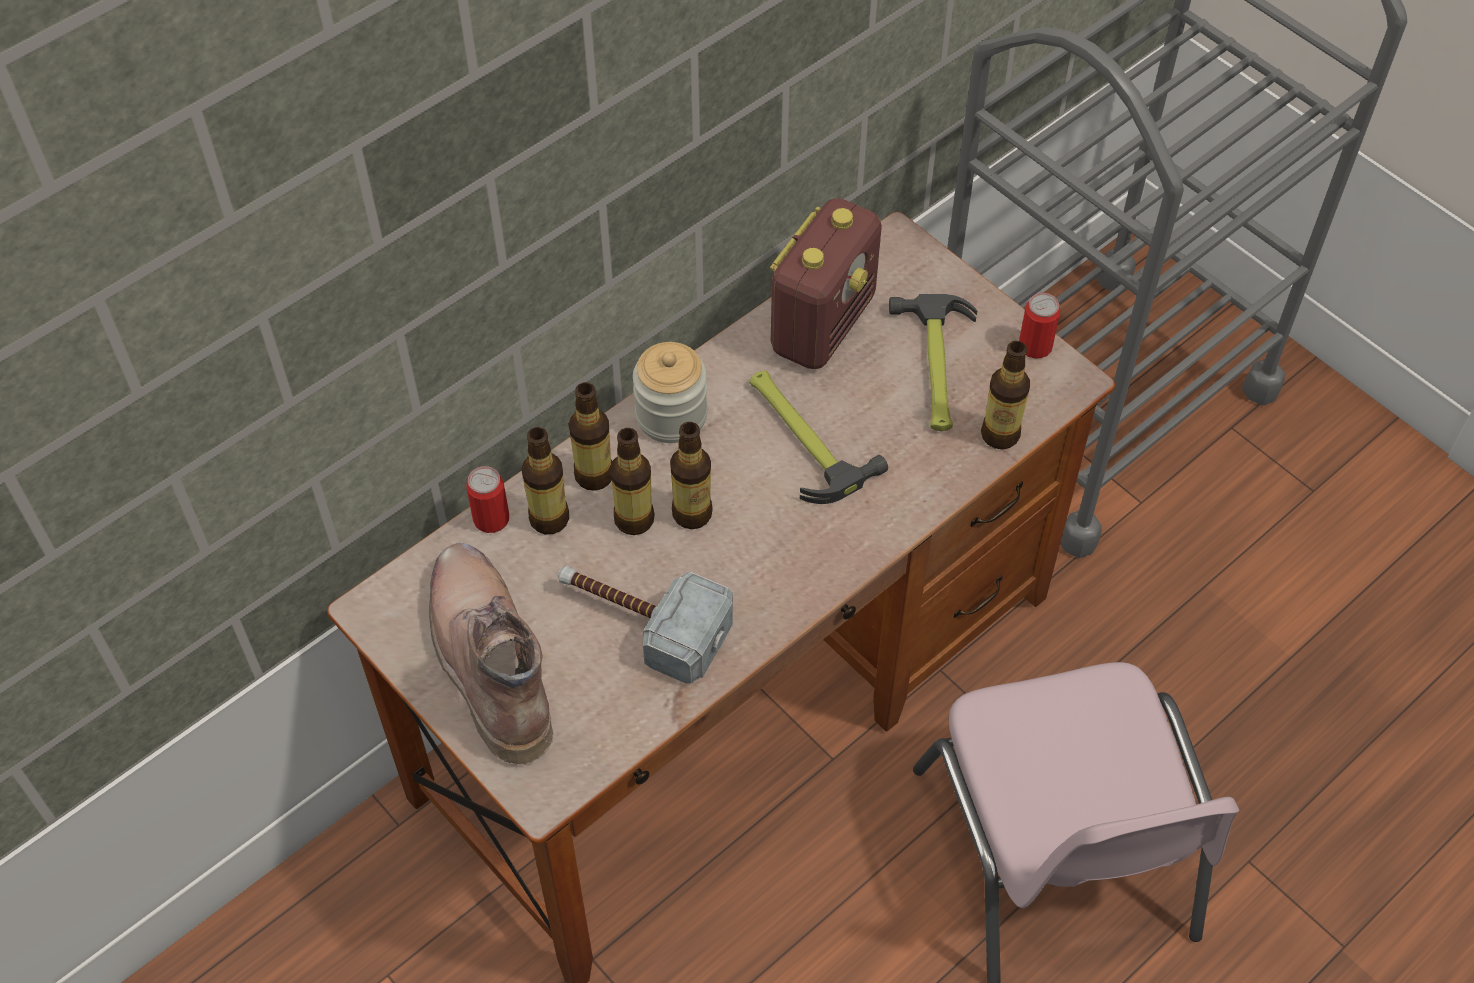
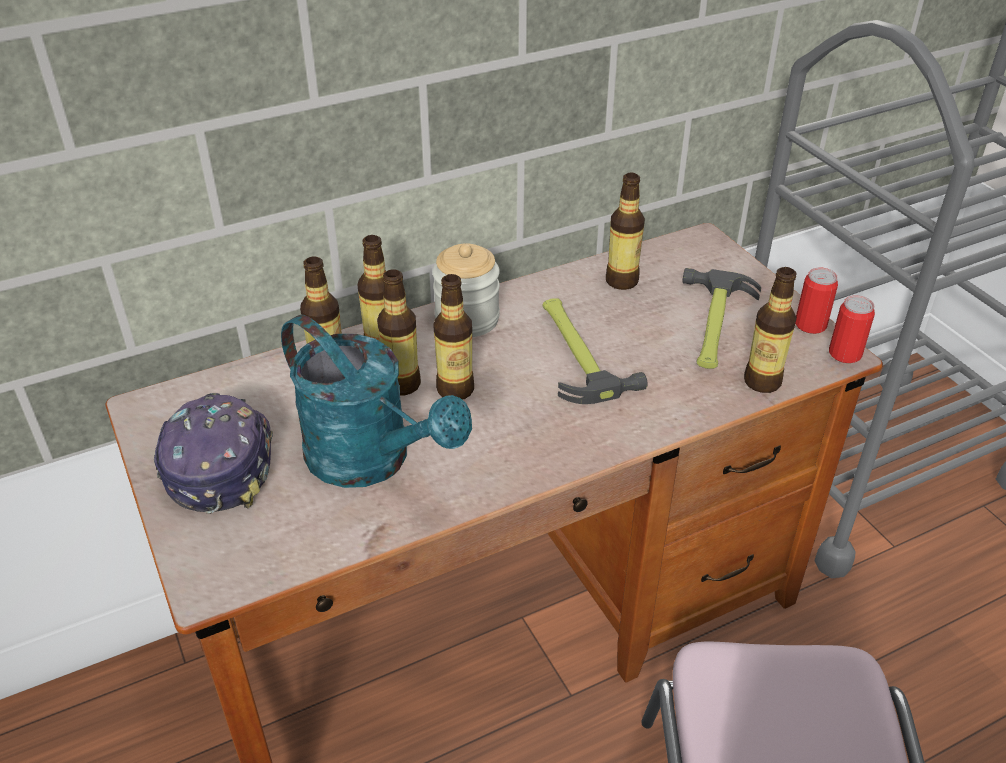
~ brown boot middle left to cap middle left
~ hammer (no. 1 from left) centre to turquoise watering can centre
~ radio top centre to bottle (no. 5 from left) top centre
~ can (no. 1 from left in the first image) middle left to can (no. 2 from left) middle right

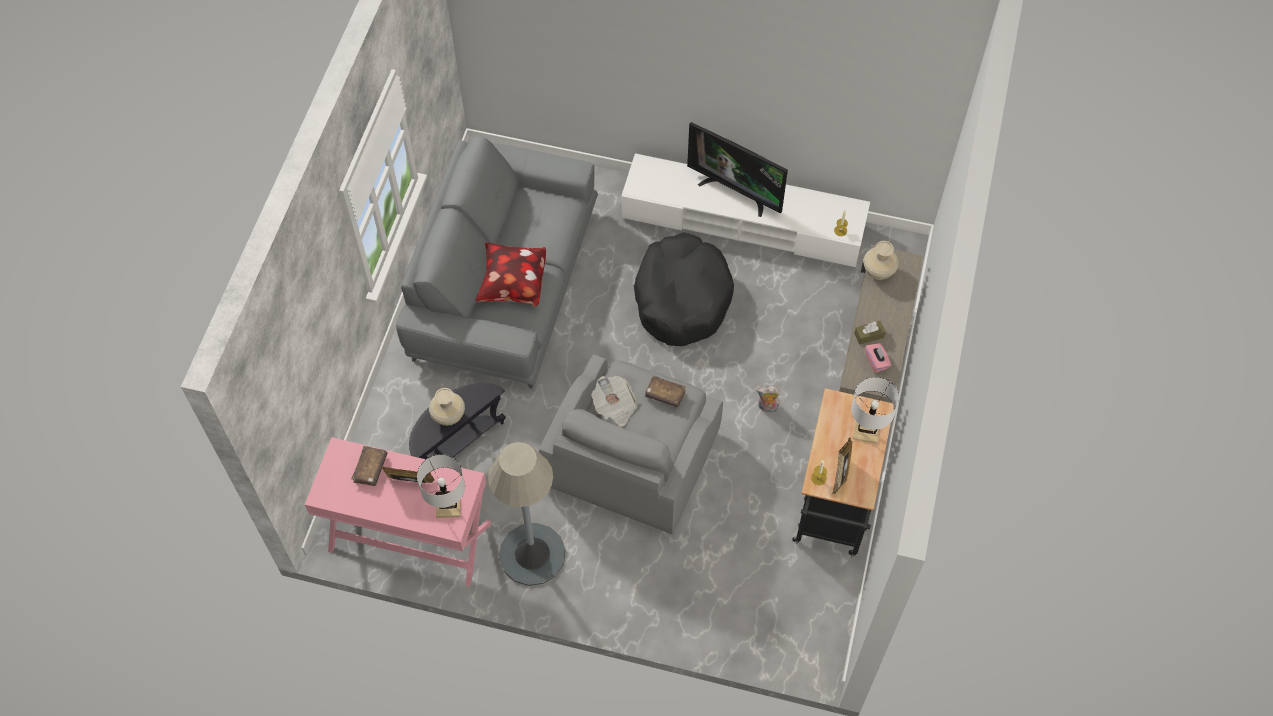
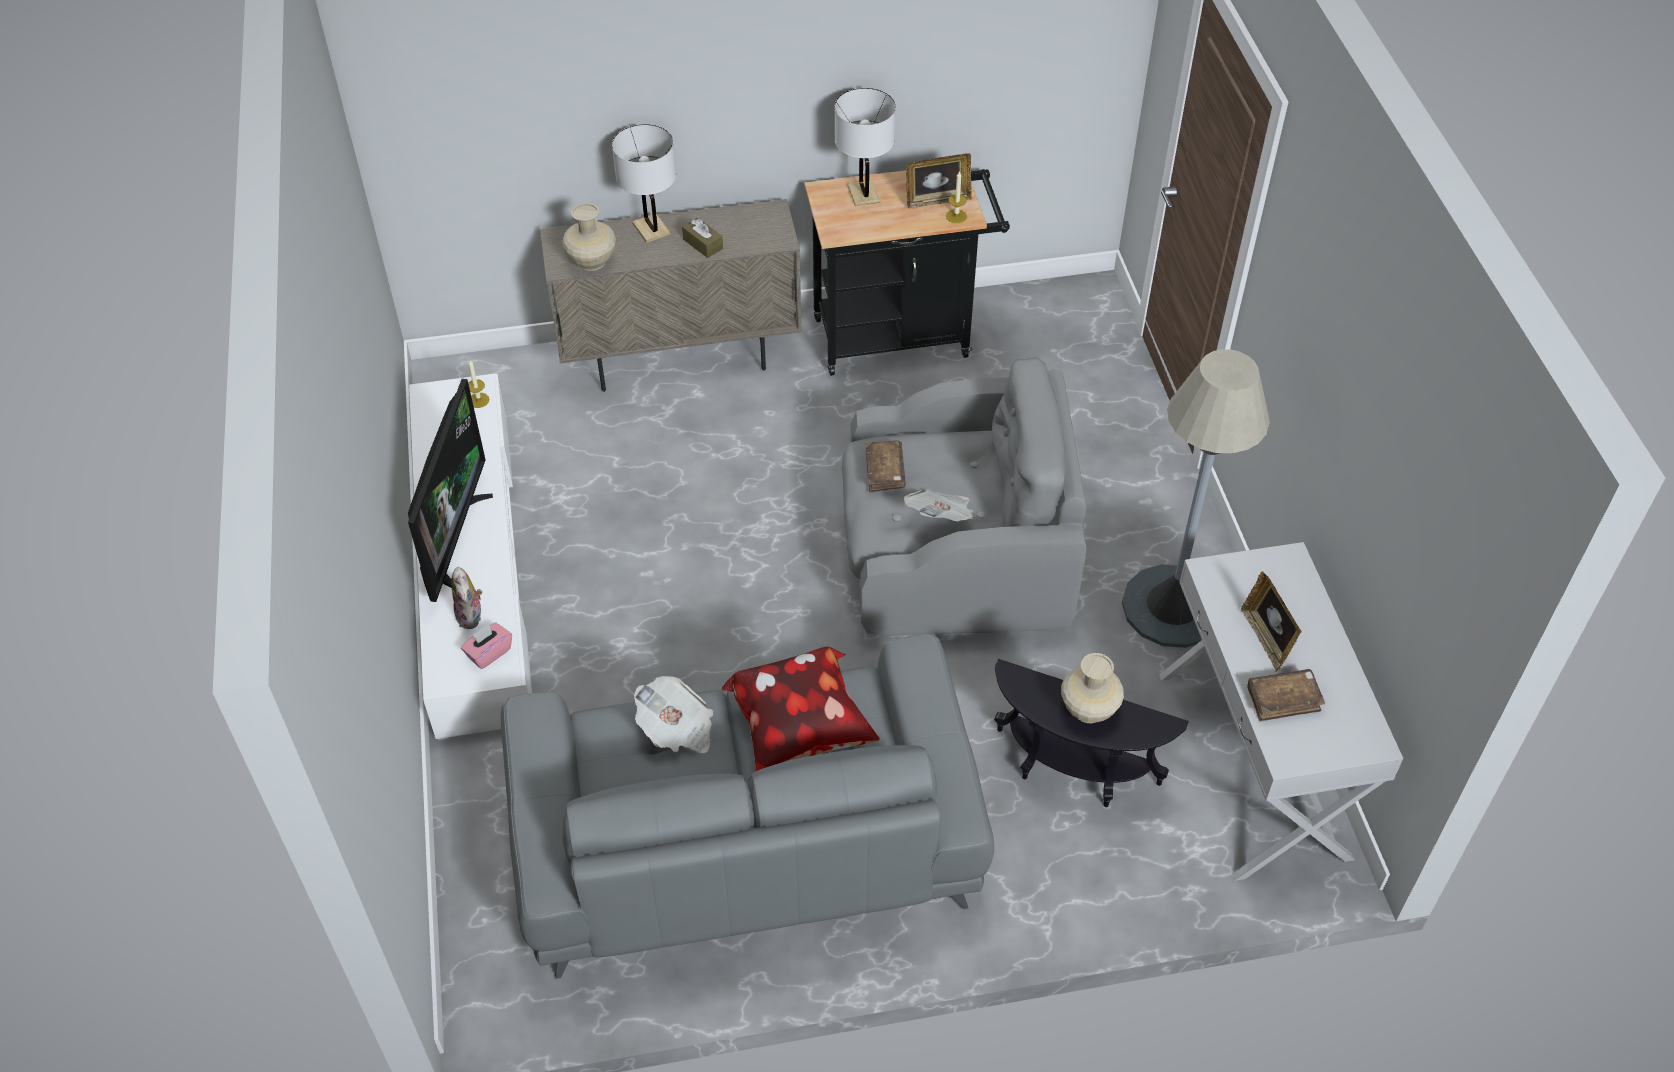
~ plush toy centre to middle left
~ pink tissue box middle right to middle left
~ white table lamp (no. 1 from left) bottom centre to top centre
+ newspaper (no. 1 from left) centre
~ pink console table bottom left to white console table middle right
- black dog bed centre

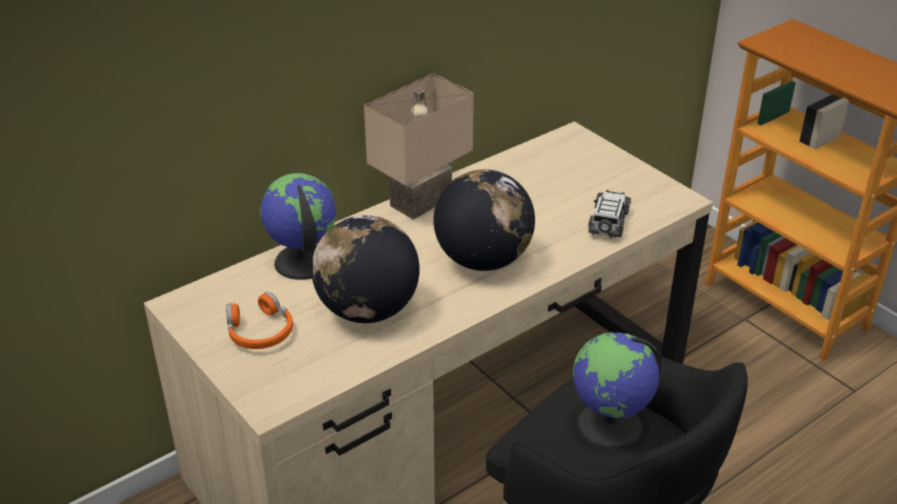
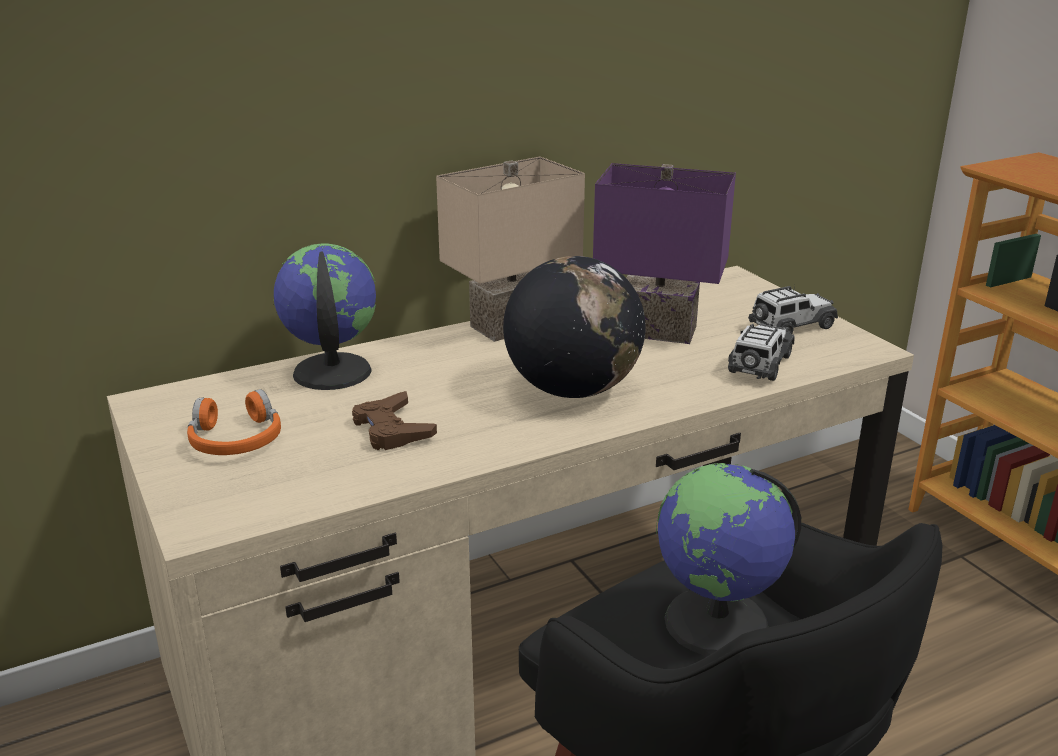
~ globe (no. 2 from left) centre to brown game controller centre
+ purple table lamp centre
+ toy car (no. 2 from left) middle right

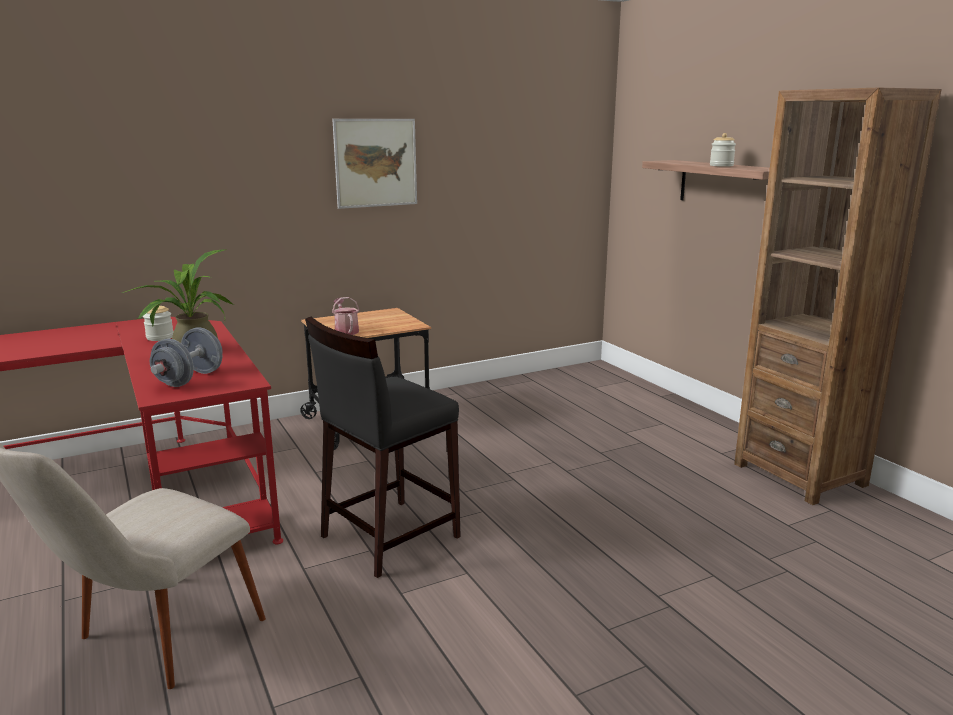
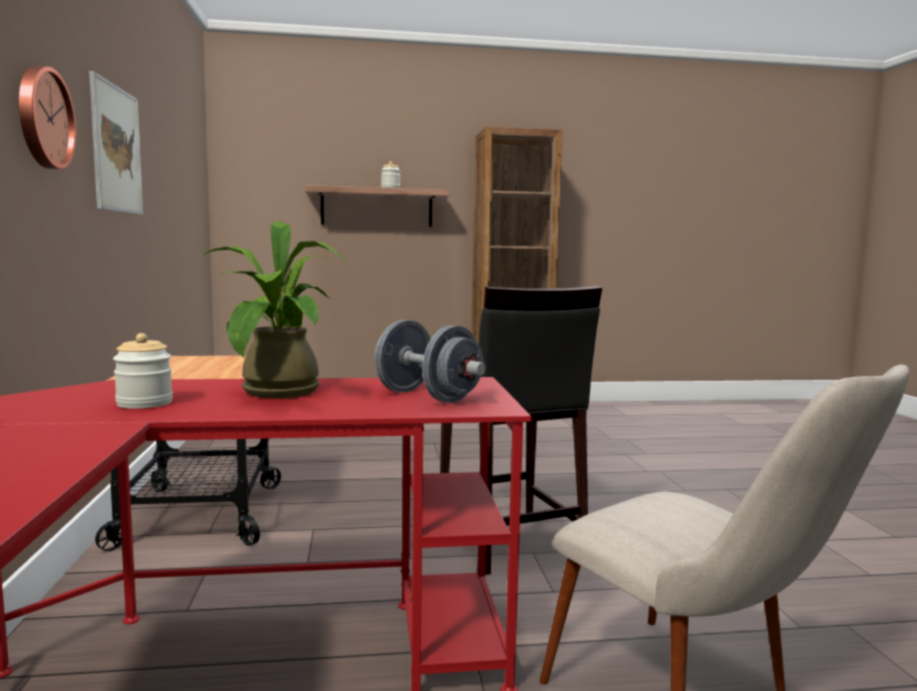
+ wall clock top left
- watering can centre

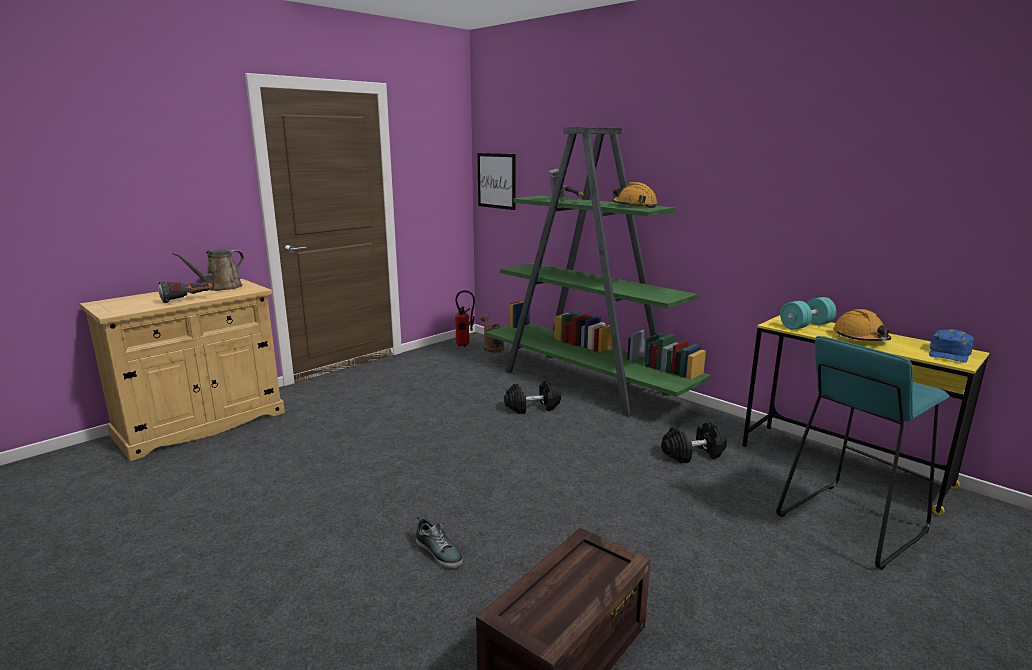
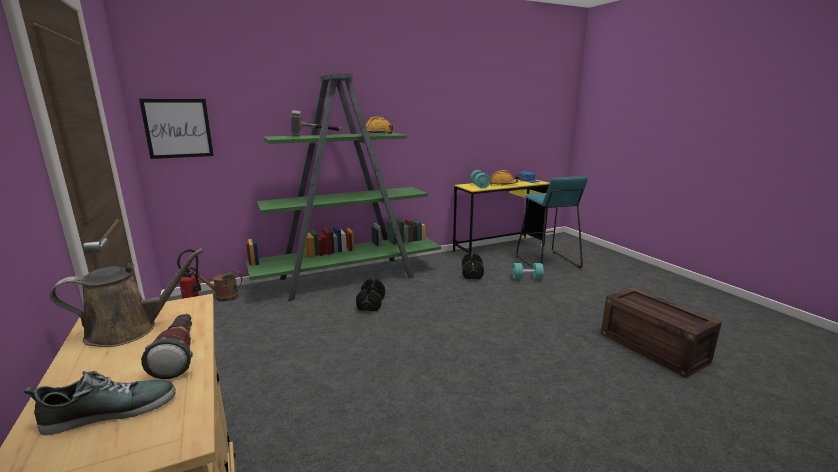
~ shoe bottom centre to bottom left
~ brown watering can (no. 1 from left) middle left = middle left 75 degrees counterclockwise
+ turquoise dumbbell (no. 2 from left) centre

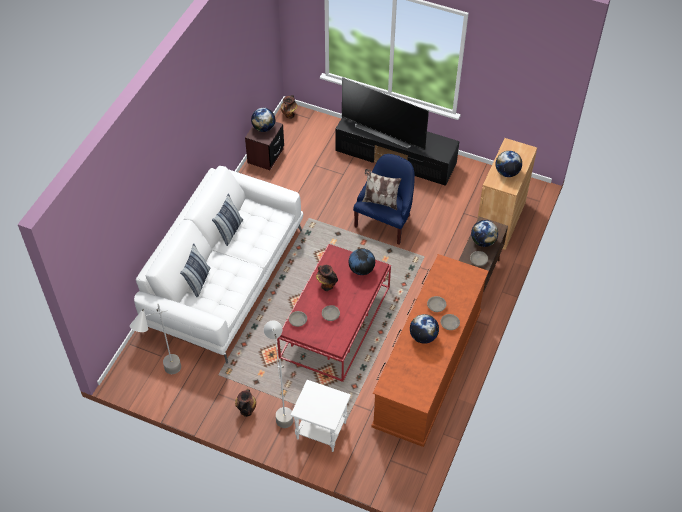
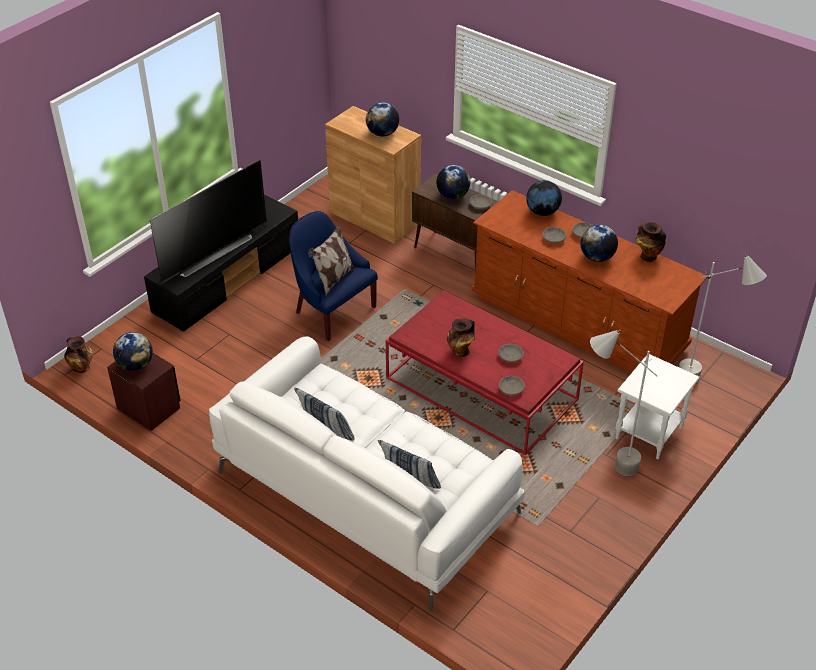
~ globe (no. 2 from left in the first image) centre to globe (no. 4 from left) top right
~ vase (no. 1 from left in the first image) bottom centre to vase (no. 3 from left) middle right
~ grey floor lamp (no. 1 from left in the first image) middle left to grey floor lamp (no. 2 from left) middle right

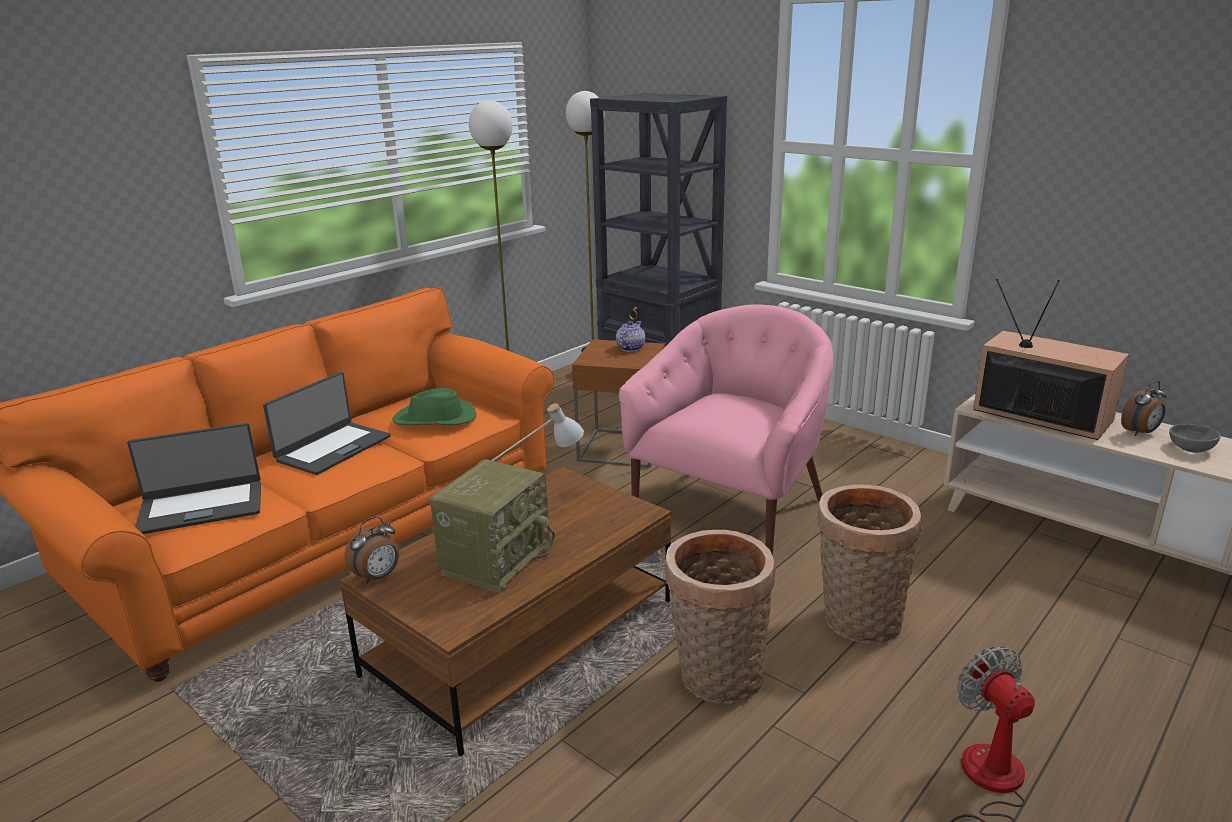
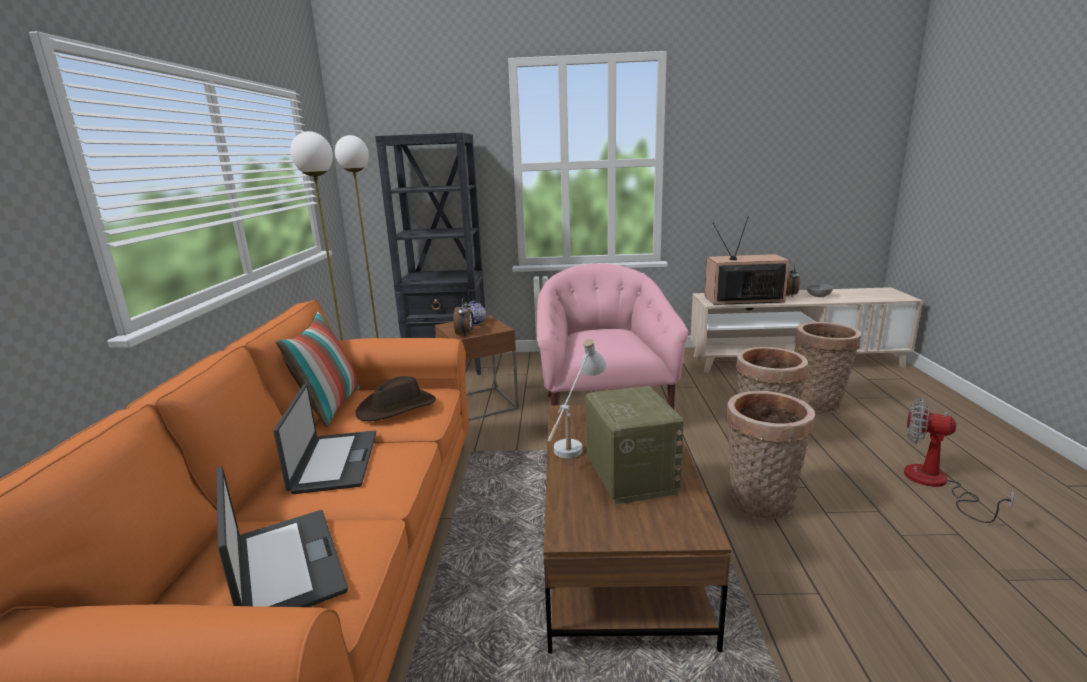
~ laptop (no. 1 from left) middle left = bottom left 60 degrees counterclockwise
+ pillow middle left
~ green hat centre to brown hat centre
~ alarm clock (no. 1 from left) bottom left to centre
+ basket (no. 3 from left) middle right

